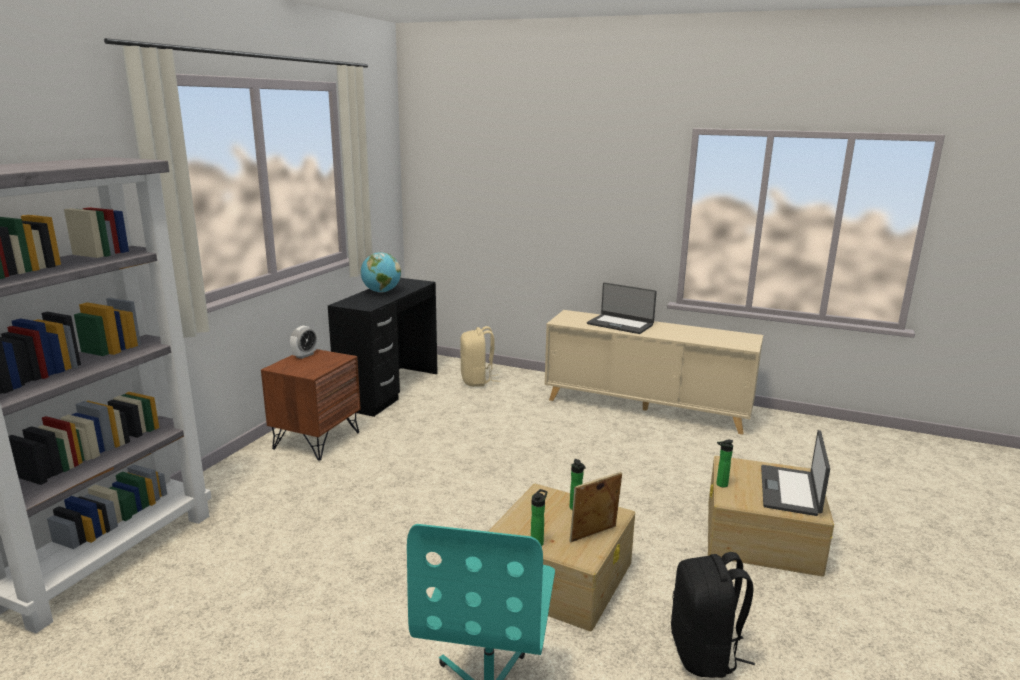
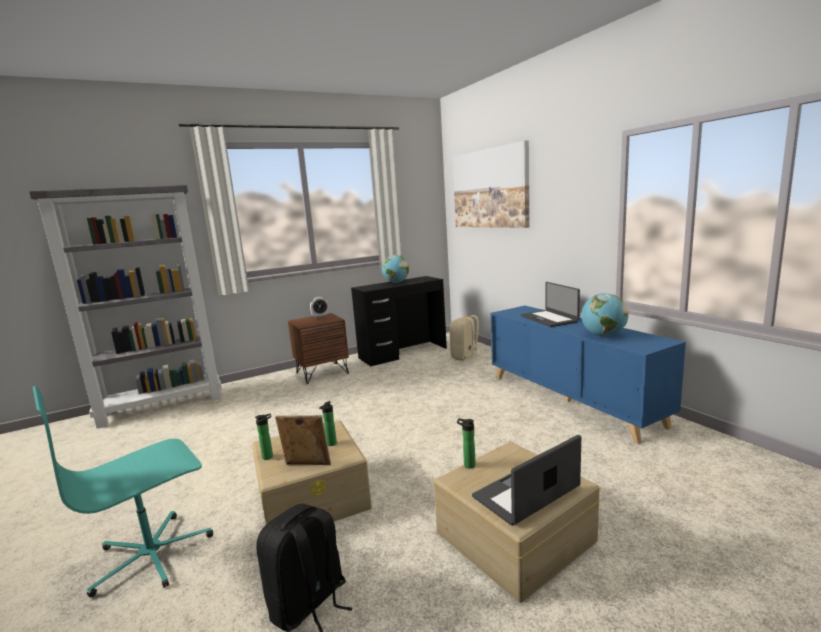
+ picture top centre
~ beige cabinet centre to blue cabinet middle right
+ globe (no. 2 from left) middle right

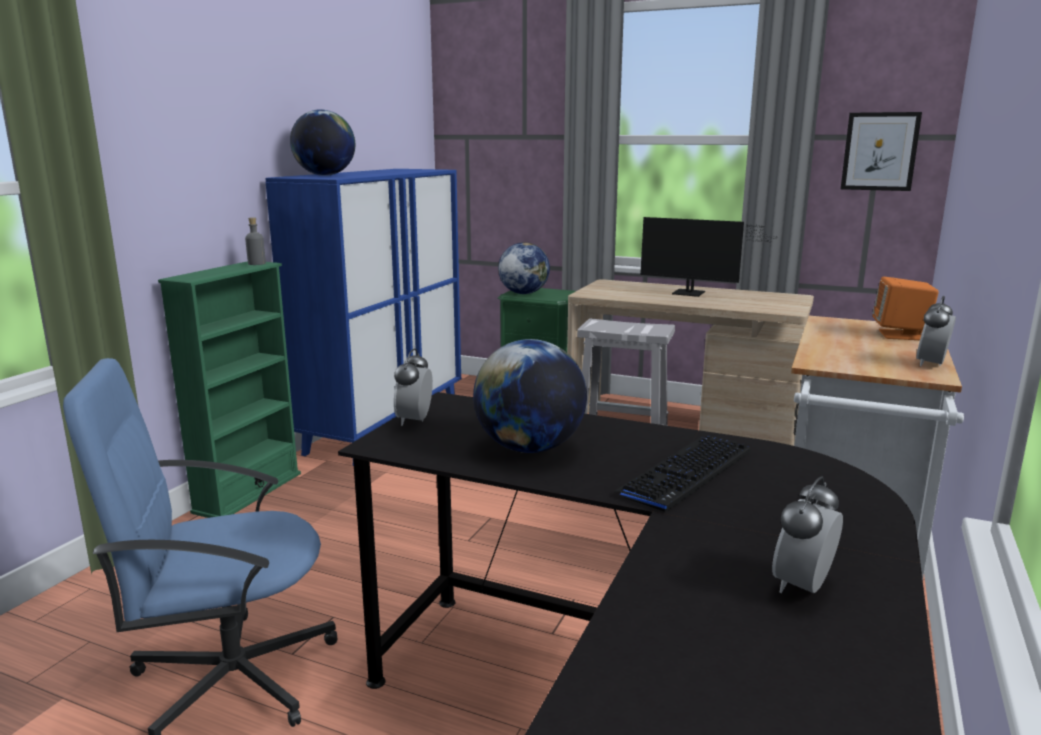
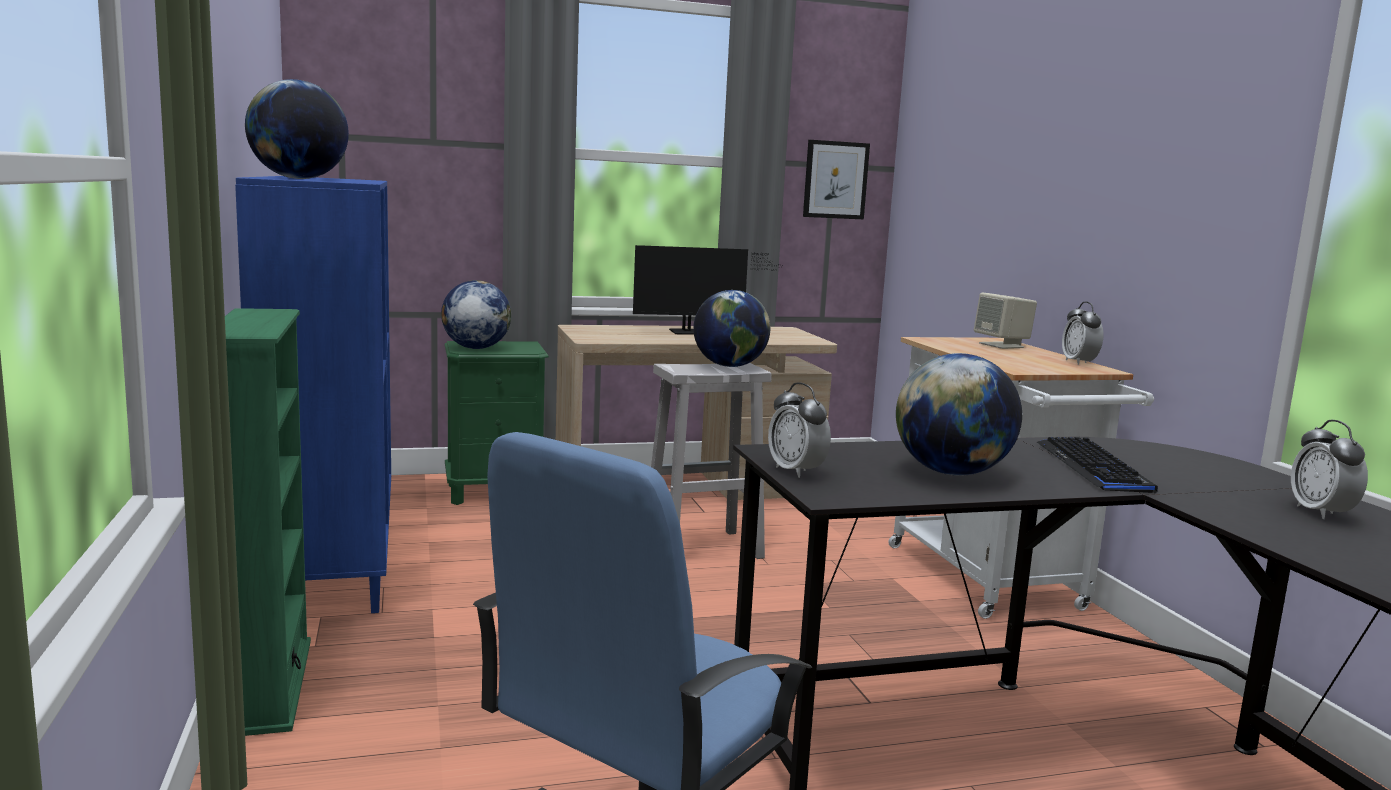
+ globe (no. 3 from left) centre
~ orange speaker middle right to beige speaker middle right
- grey bottle top left

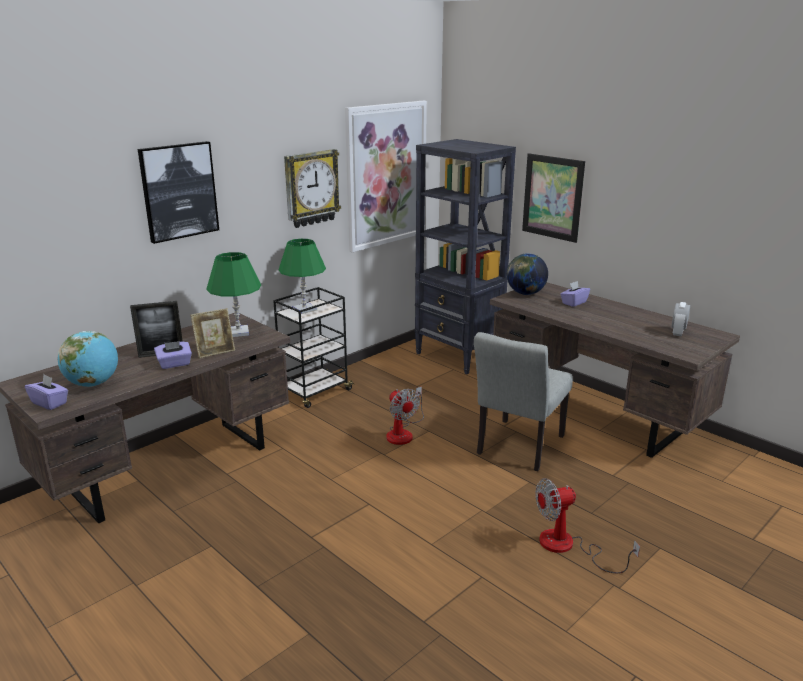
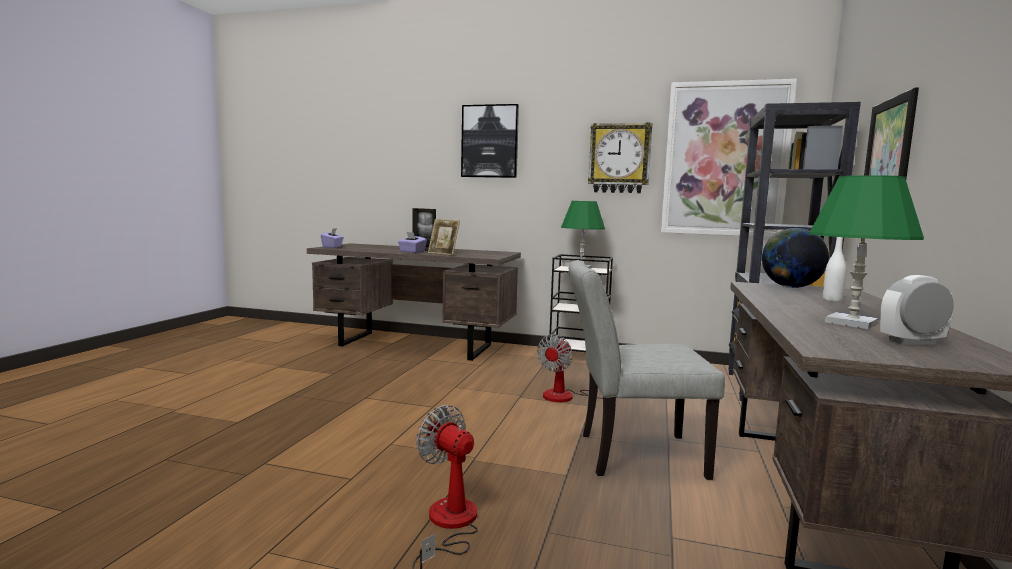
~ green table lamp (no. 1 from left in the first image) middle left to green table lamp (no. 2 from left) middle right
~ purple tissue box (no. 3 from left) middle right to white bottle middle right
- globe (no. 1 from left) middle left

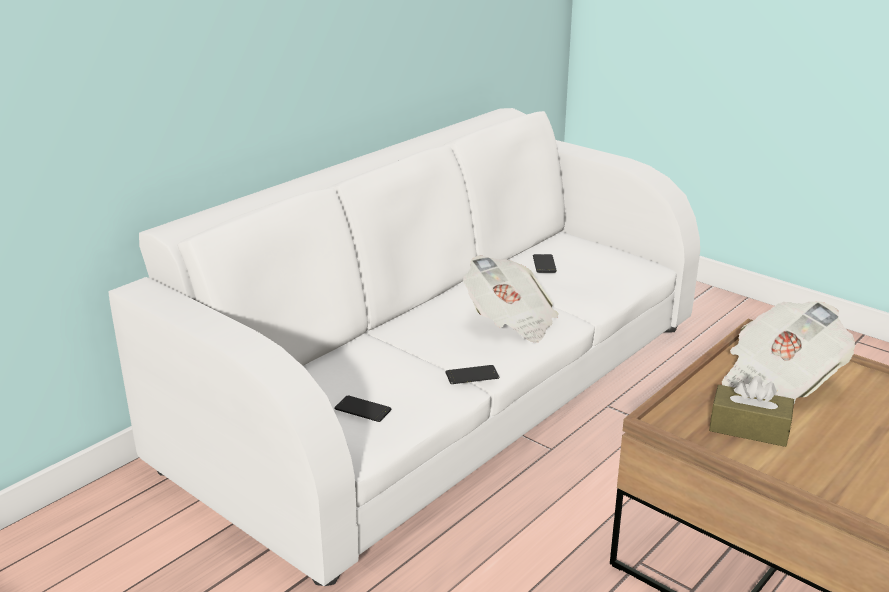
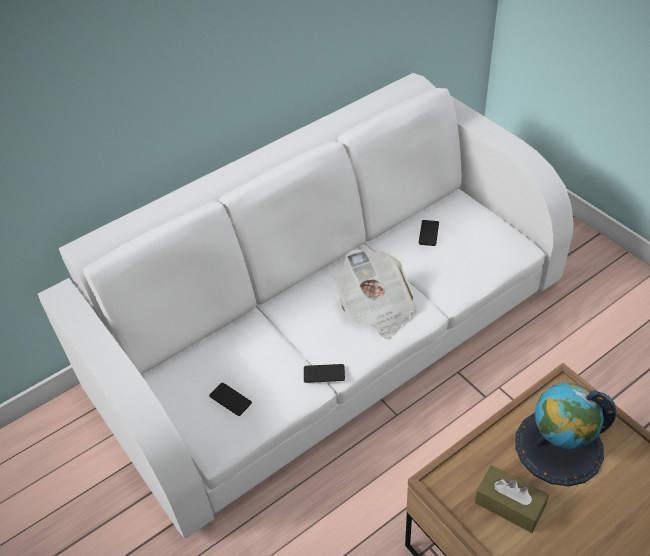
~ newspaper (no. 2 from left) middle right to globe bottom right

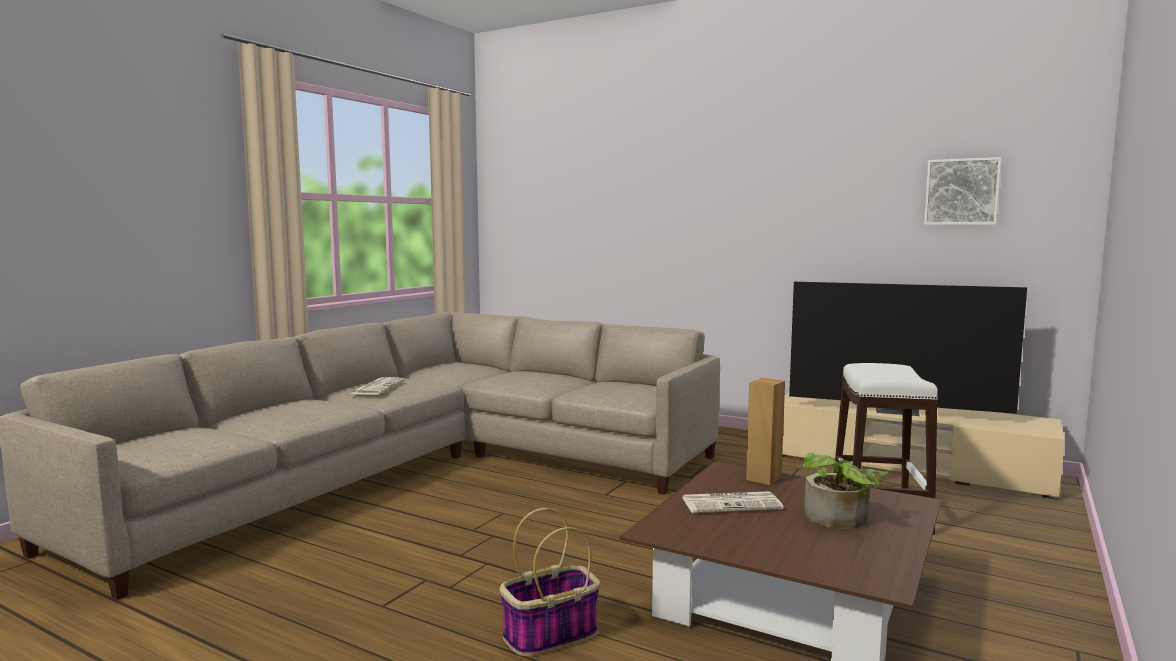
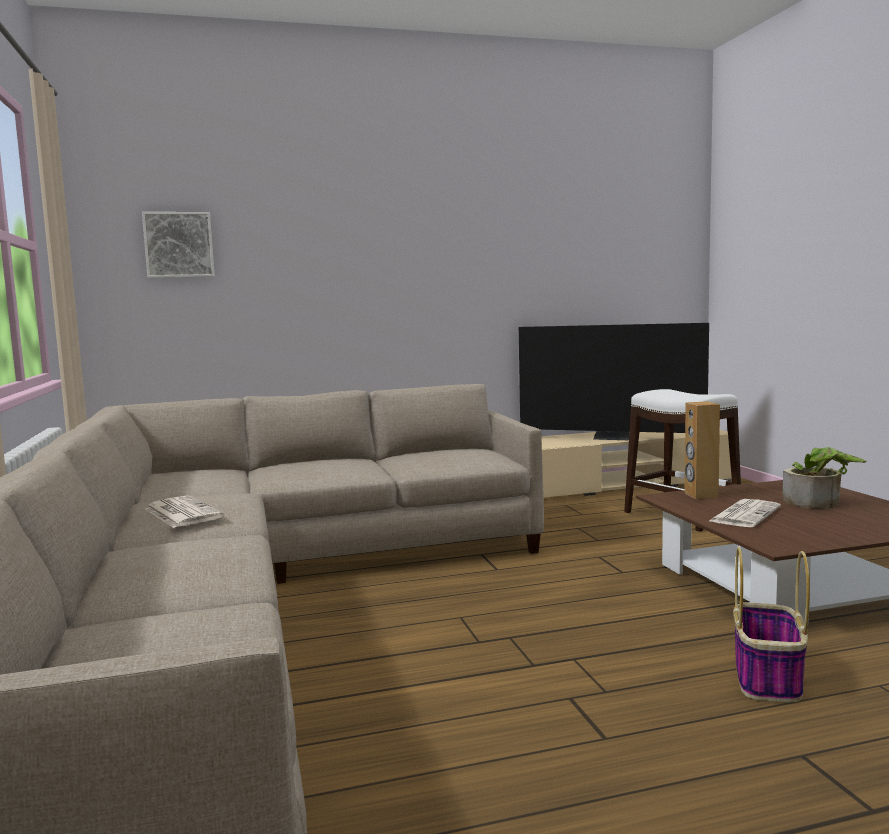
~ picture top right to top left
~ television middle right = middle right 45 degrees clockwise

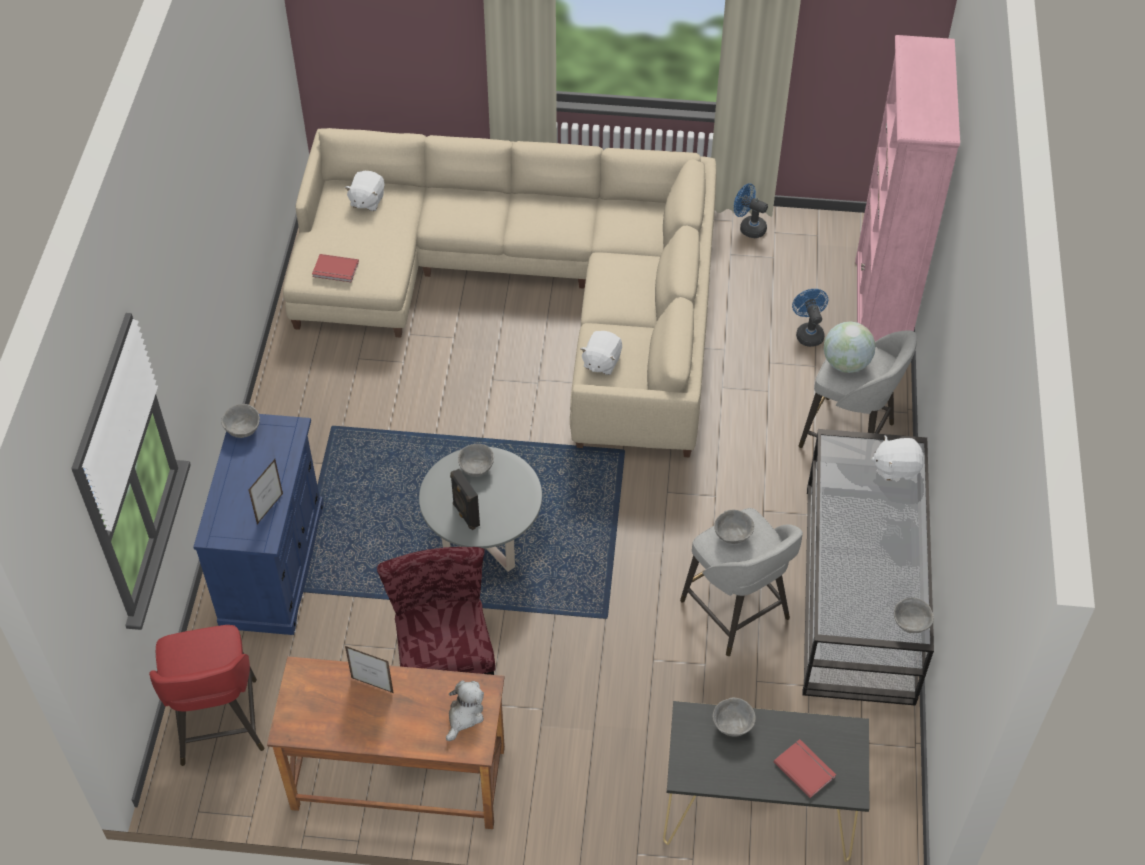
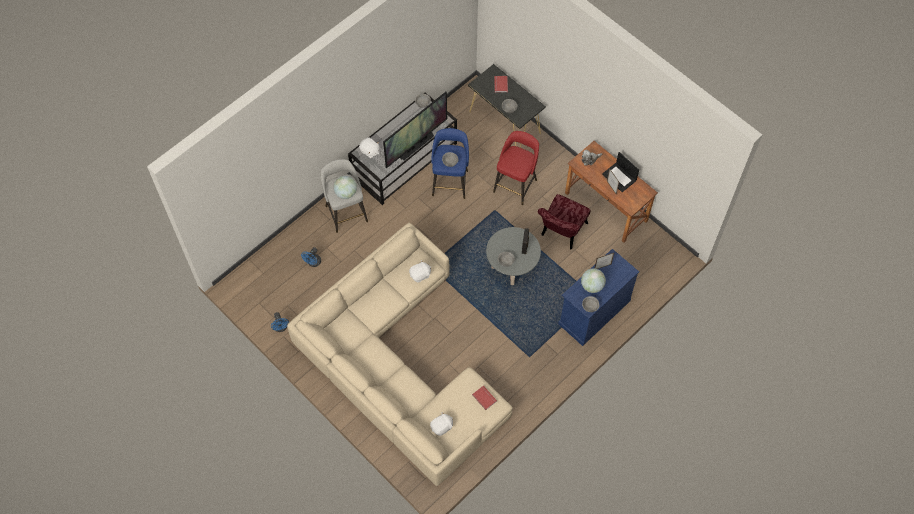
+ television top centre
~ grey stool (no. 1 from left) bottom centre to blue stool top centre
~ red stool bottom left to top centre
+ globe (no. 2 from left) centre
+ laptop middle right
- pink bookcase top right

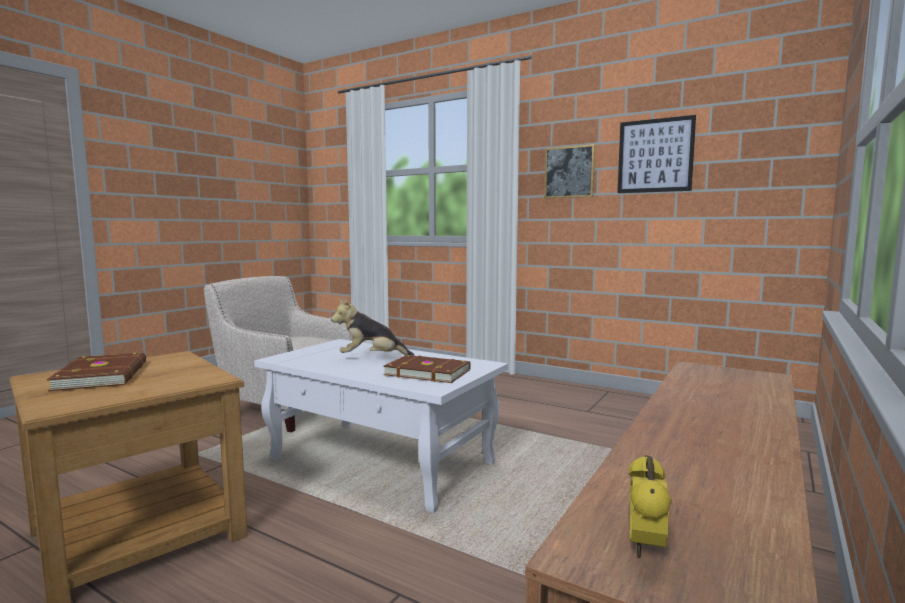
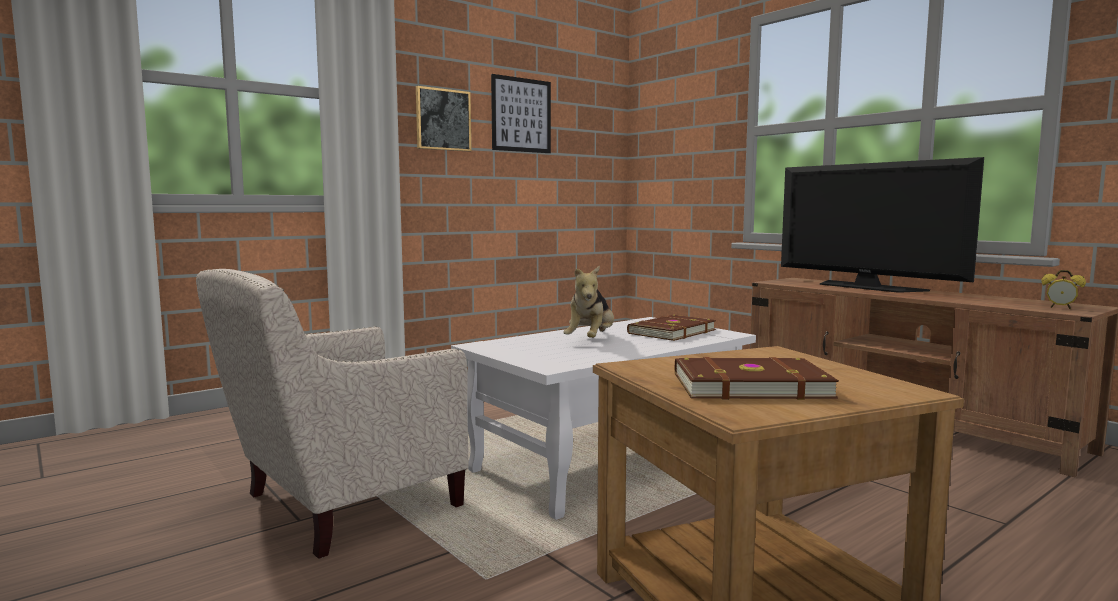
+ television middle right

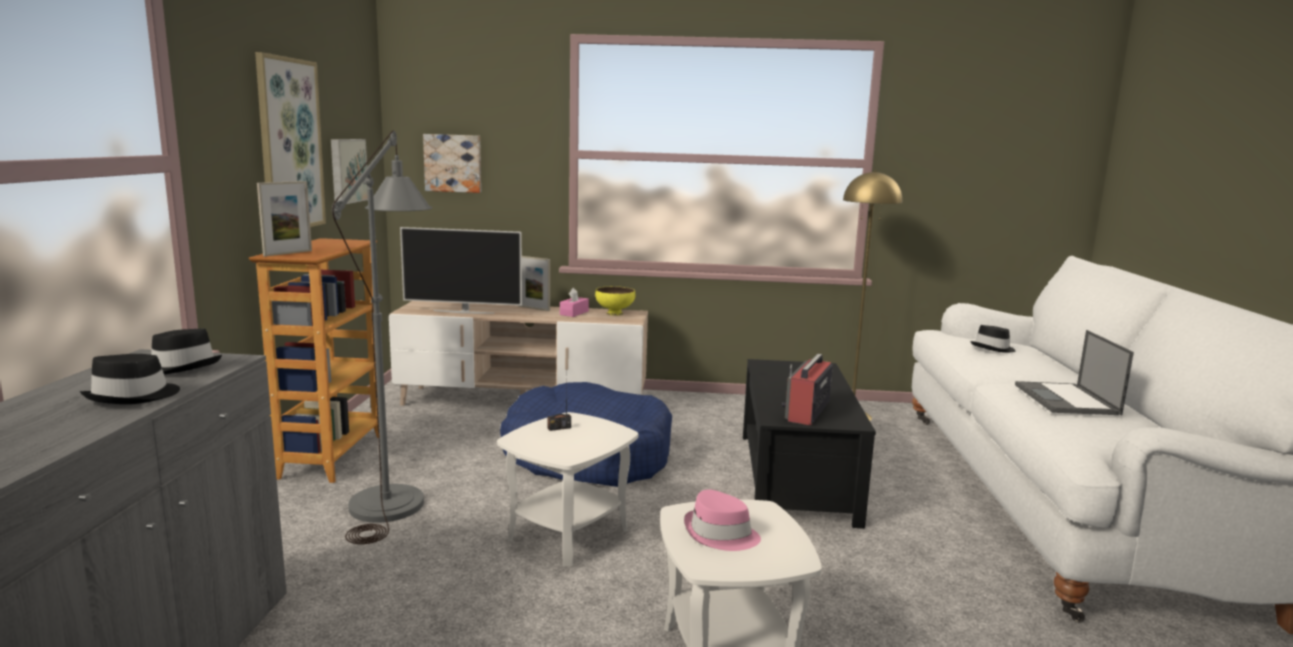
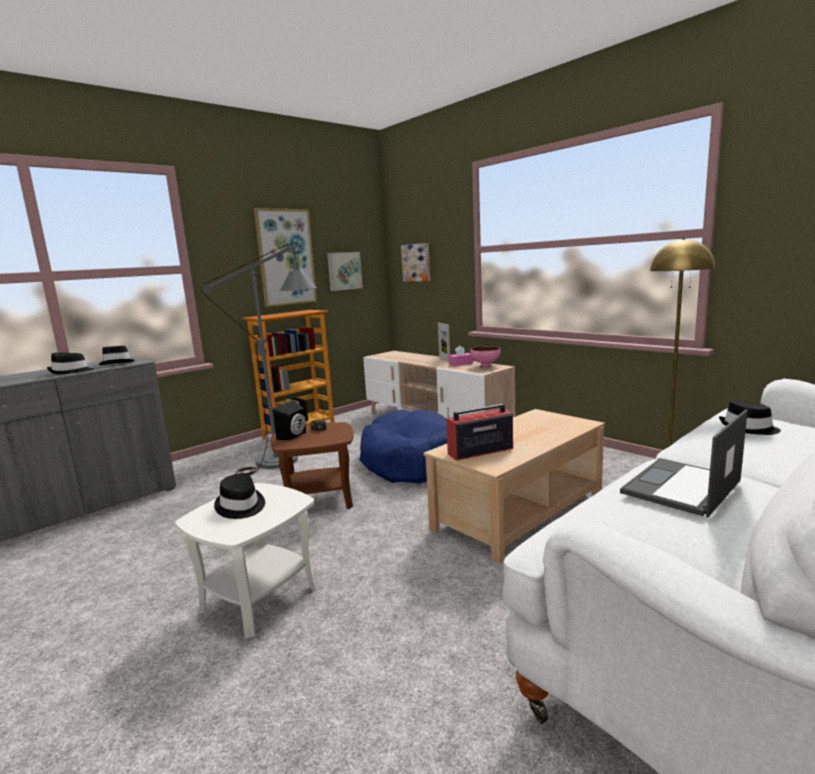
~ pink hat bottom centre to black hat (no. 3 from left) middle left
~ white side table (no. 1 from left) bottom centre to brown side table centre
+ black speaker centre
~ black coffee table bottom centre to beige coffee table centre
~ yellow bowl centre to pink bowl centre
- picture frame (no. 1 from left) middle left
- television centre

